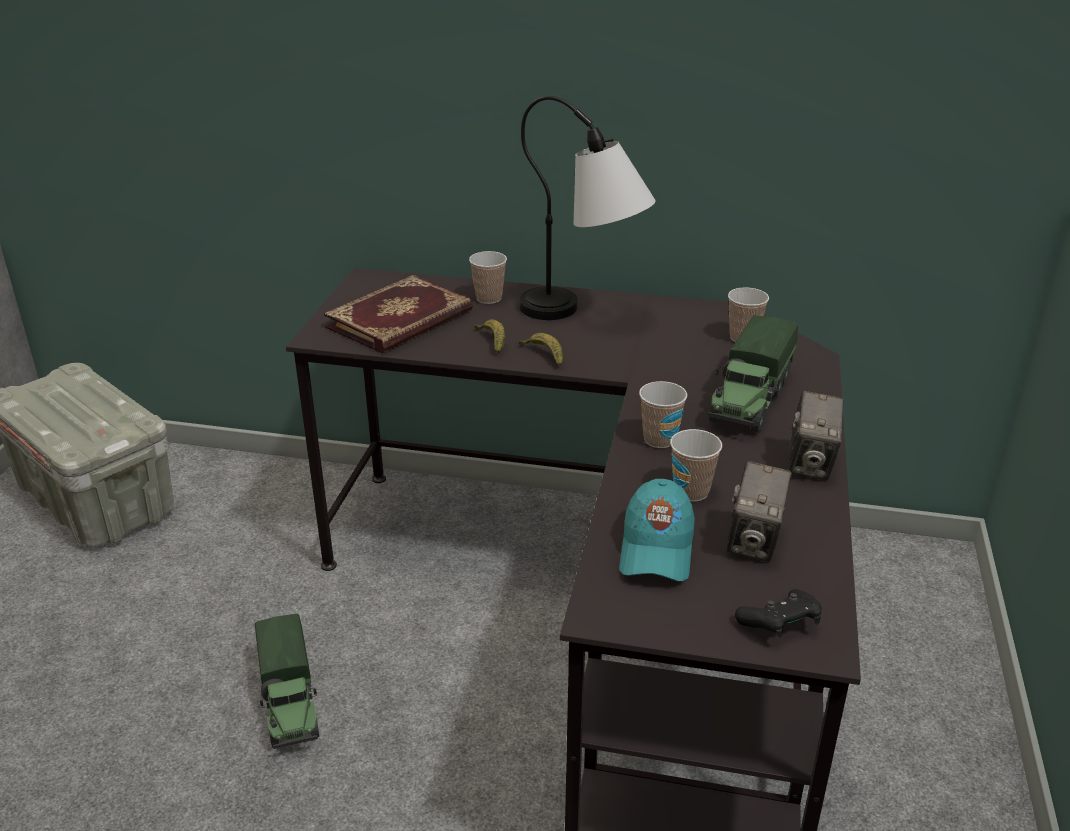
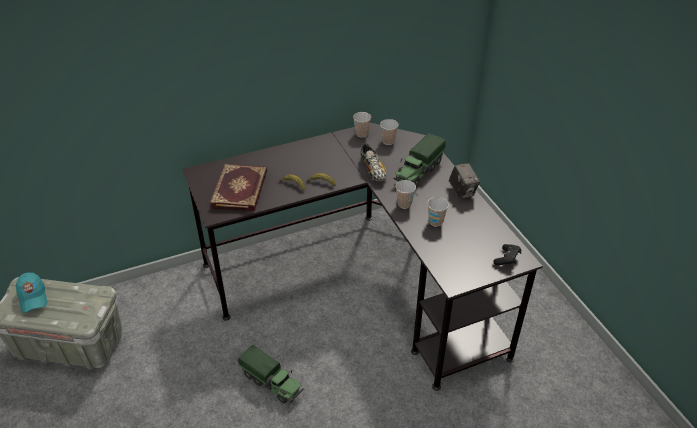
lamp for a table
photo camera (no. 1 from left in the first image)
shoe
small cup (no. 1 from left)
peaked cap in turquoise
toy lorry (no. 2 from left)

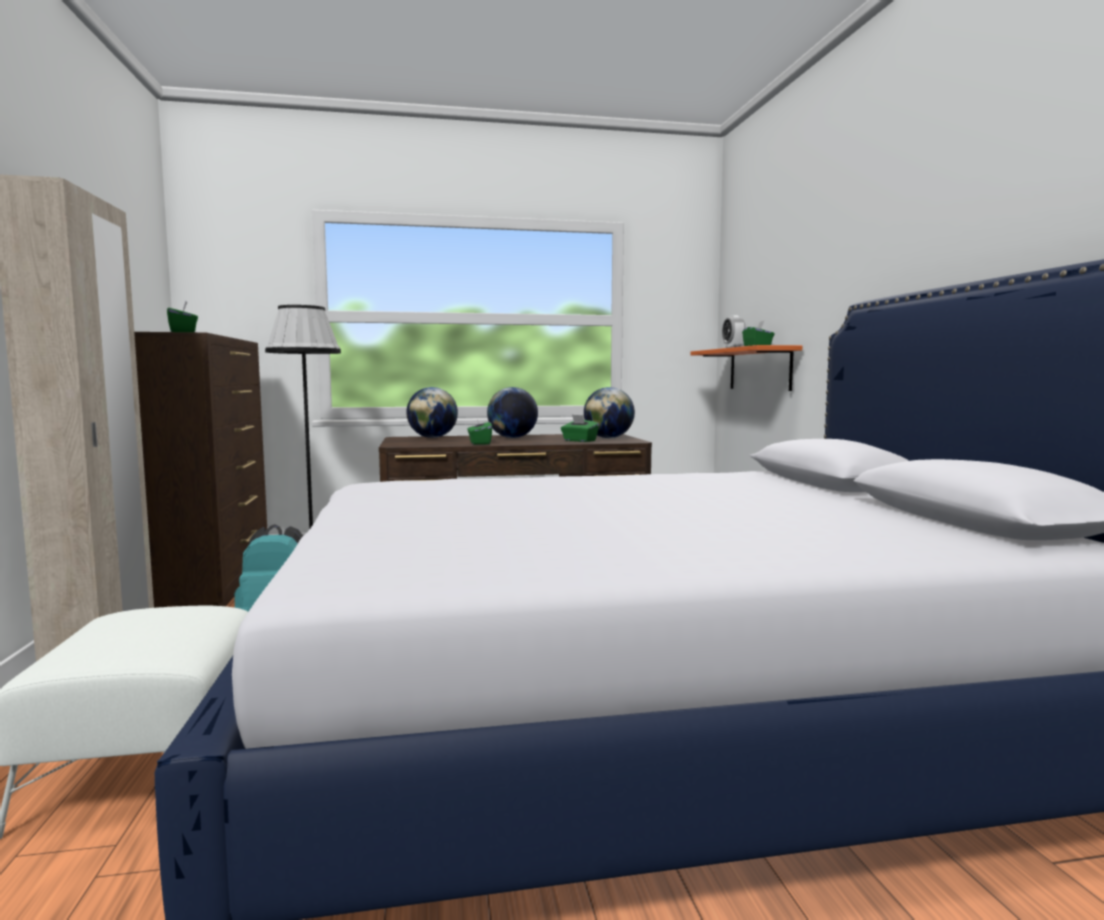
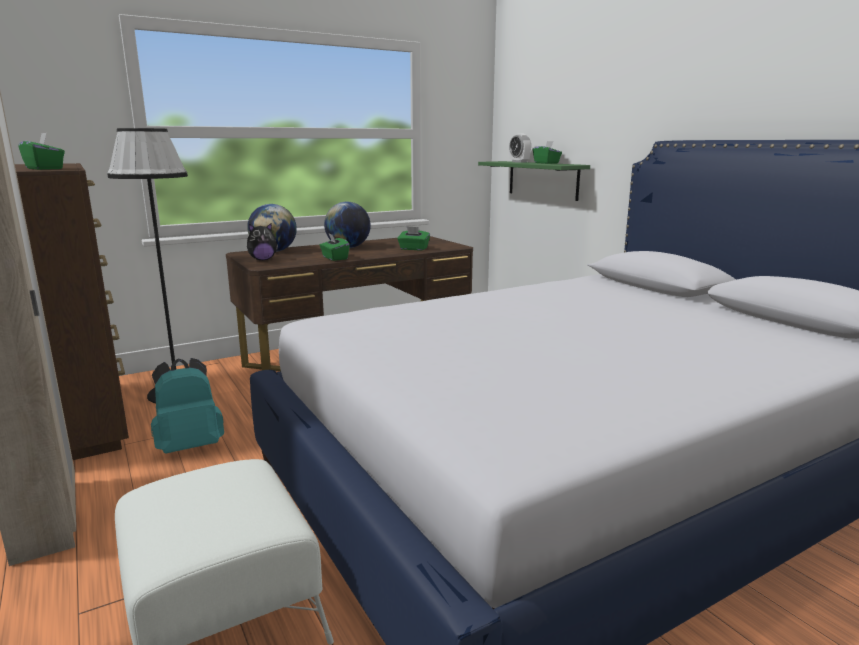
desk globe (no. 3 from left in the first image)
cuddly toy
wall shelf in greenish

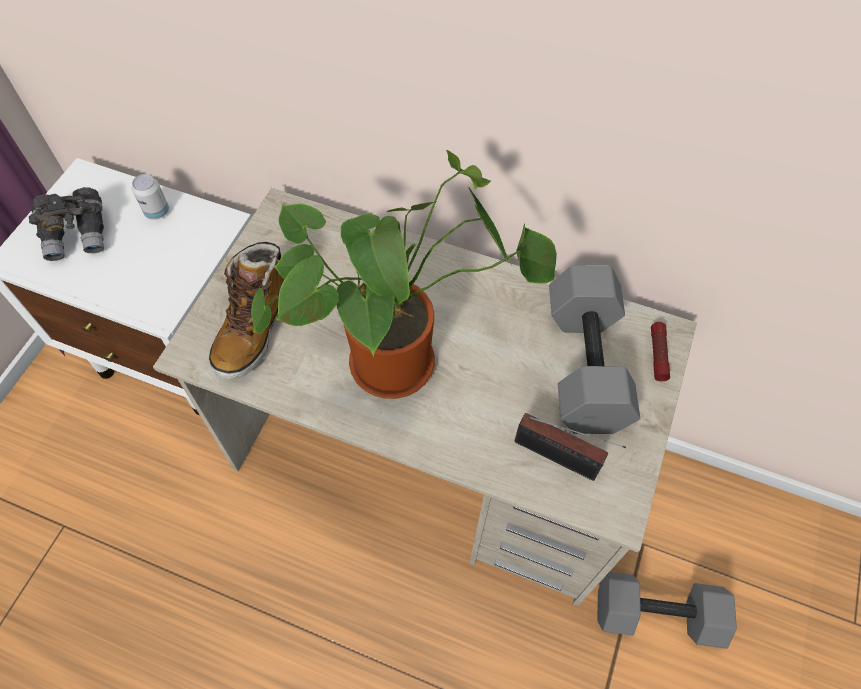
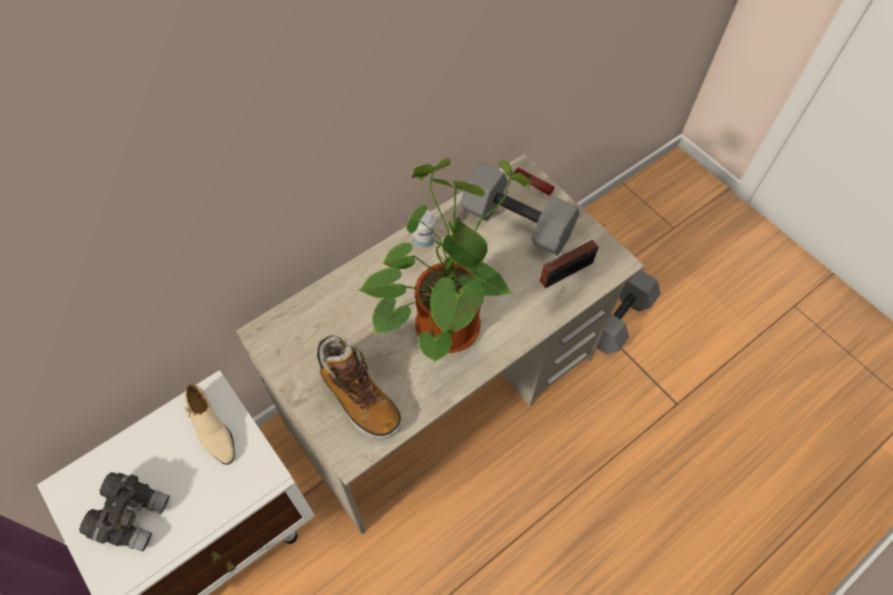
shoe in sand-coloured
can

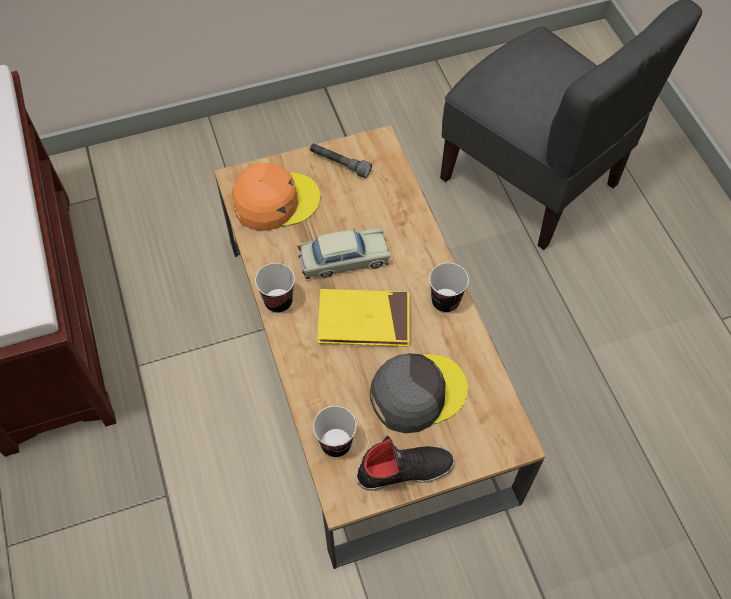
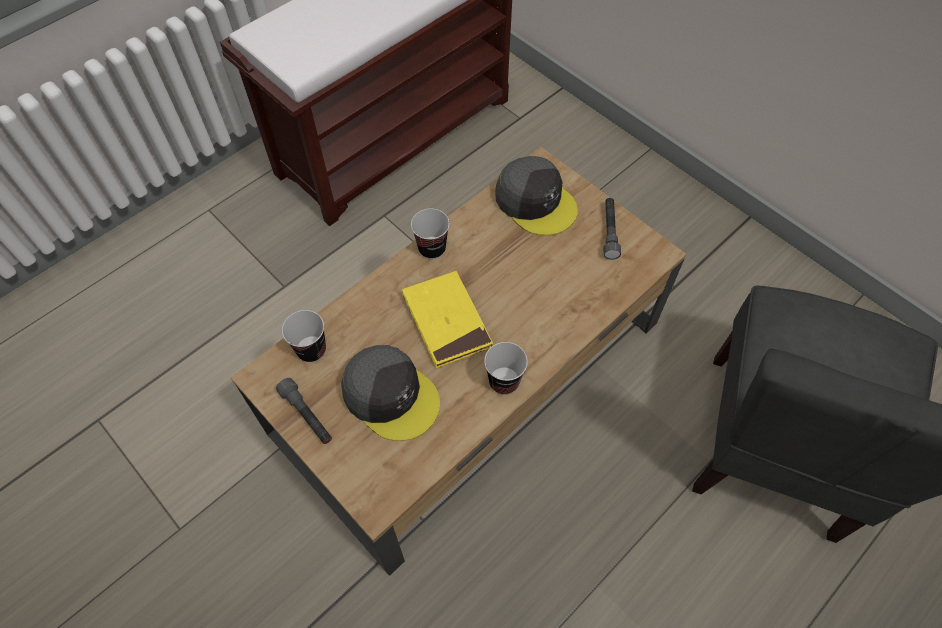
toy car in sand-coloured
flashlight in greyish (no. 1 from left)
peaked cap in greyish (no. 2 from left)

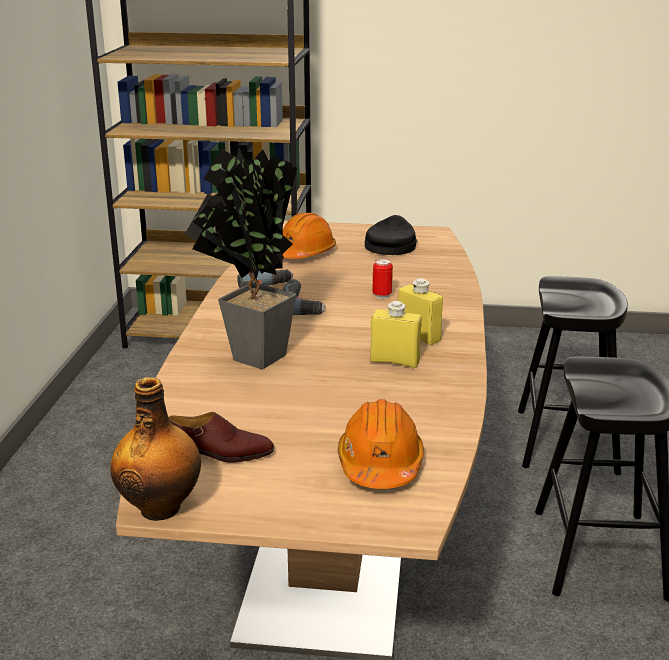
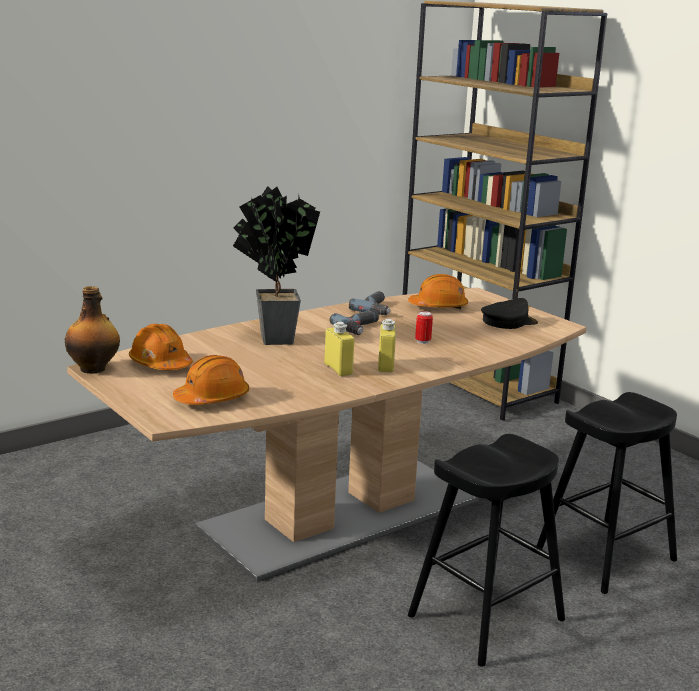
safety helmet in orangey (no. 1 from left)

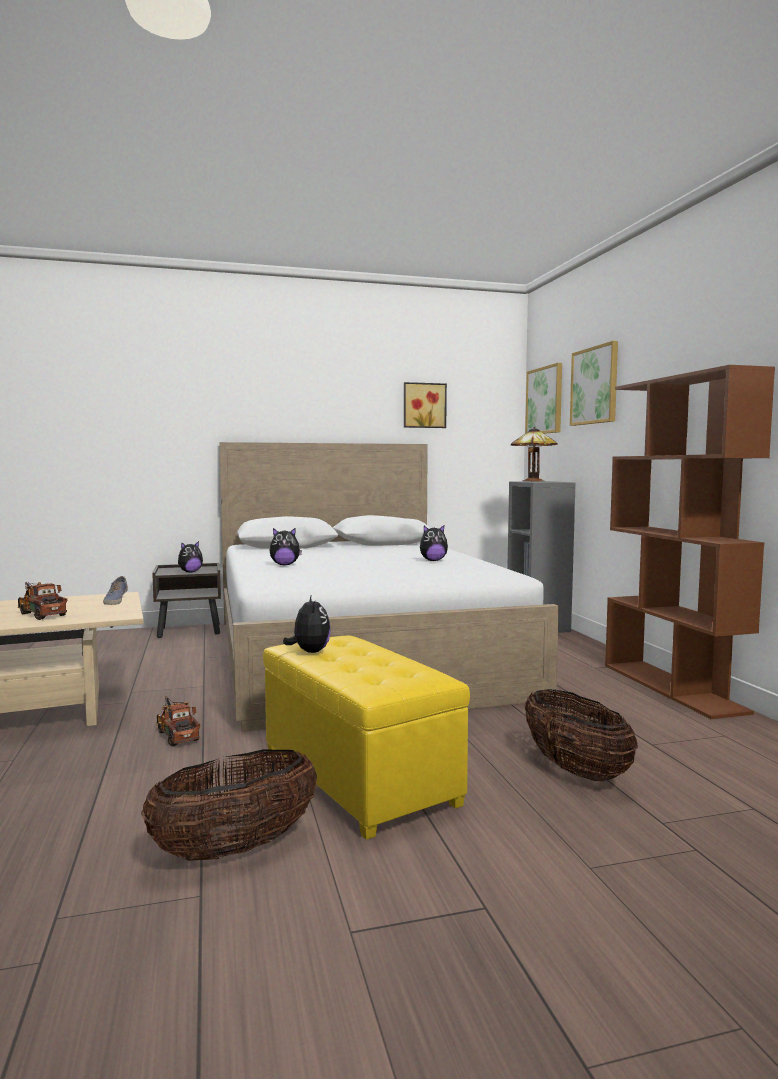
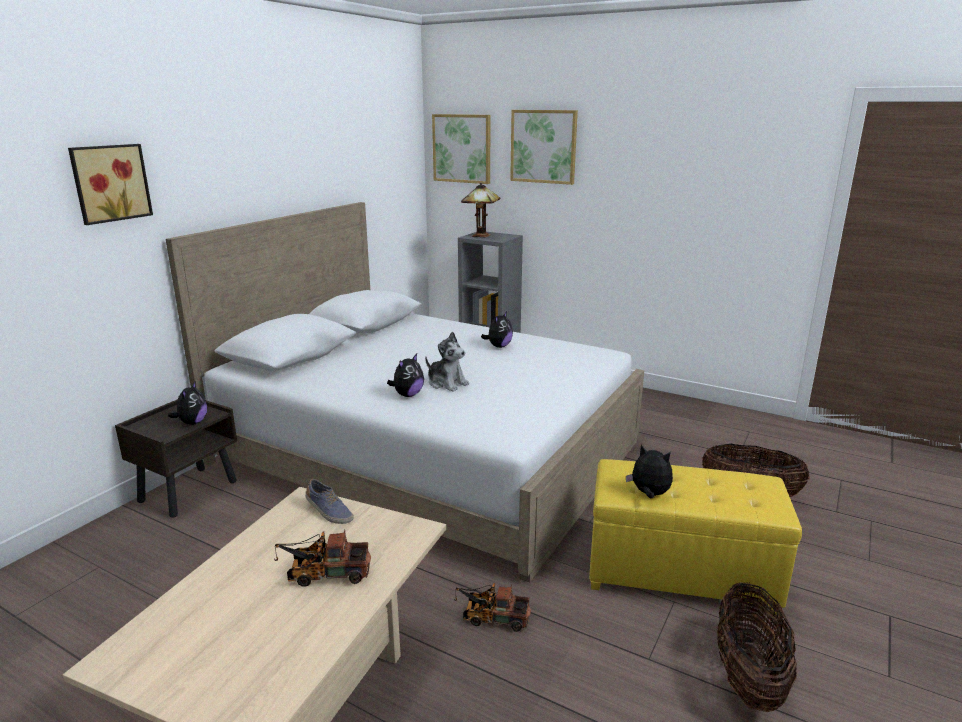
bookcase in brown
cuddly toy (no. 3 from left)
wall picture (no. 1 from left)

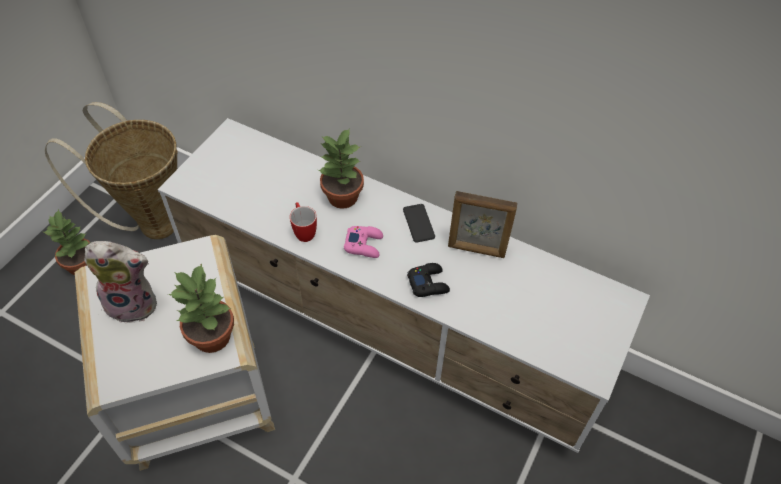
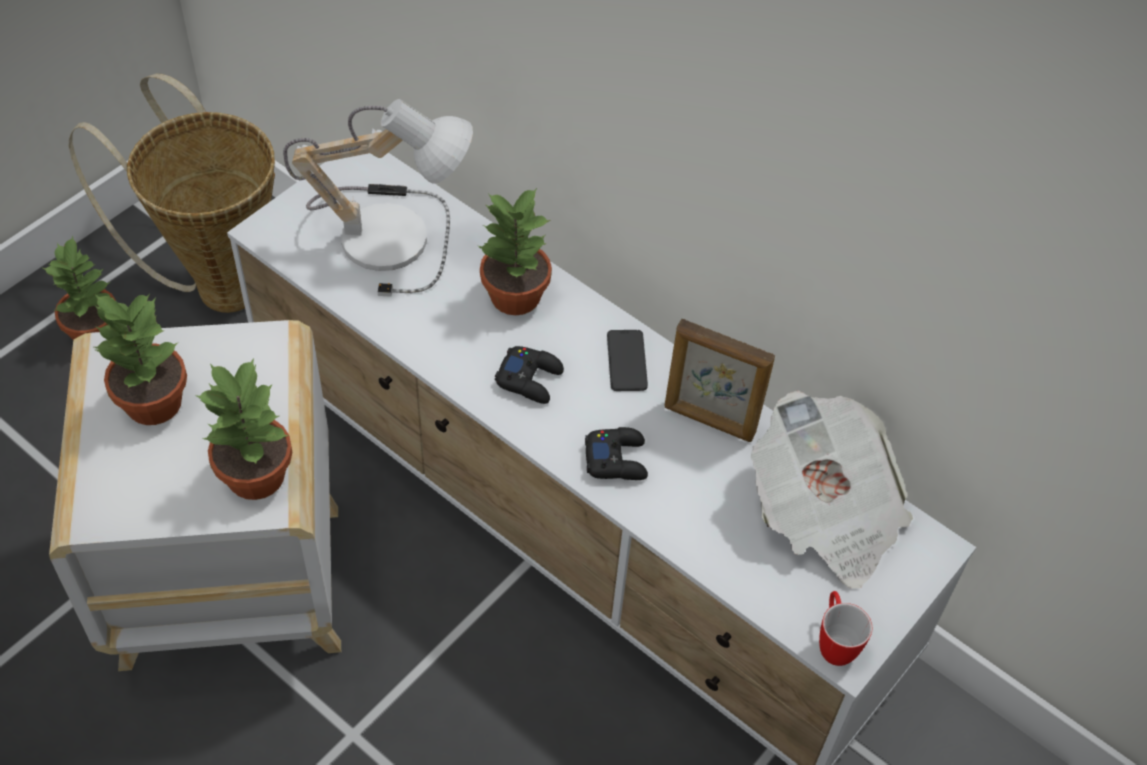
lamp for a table
printed paper
coffee mug
houseplant (no. 2 from left)
joypad in blackish (no. 1 from left)

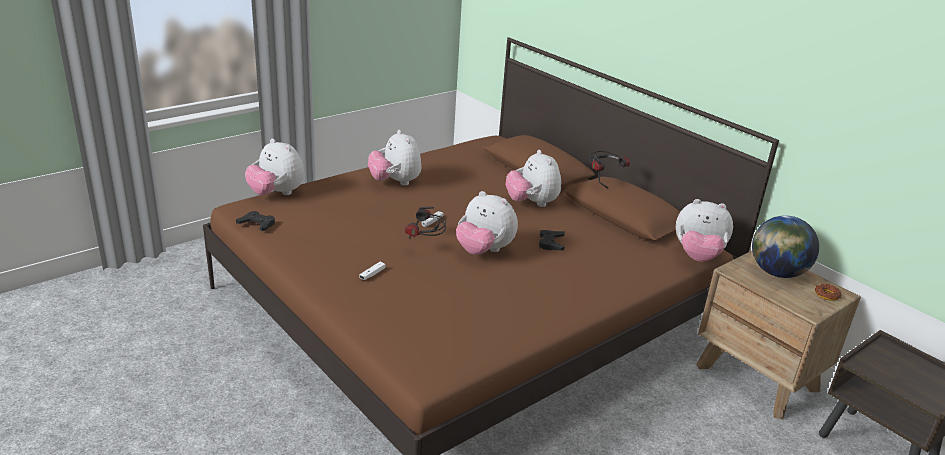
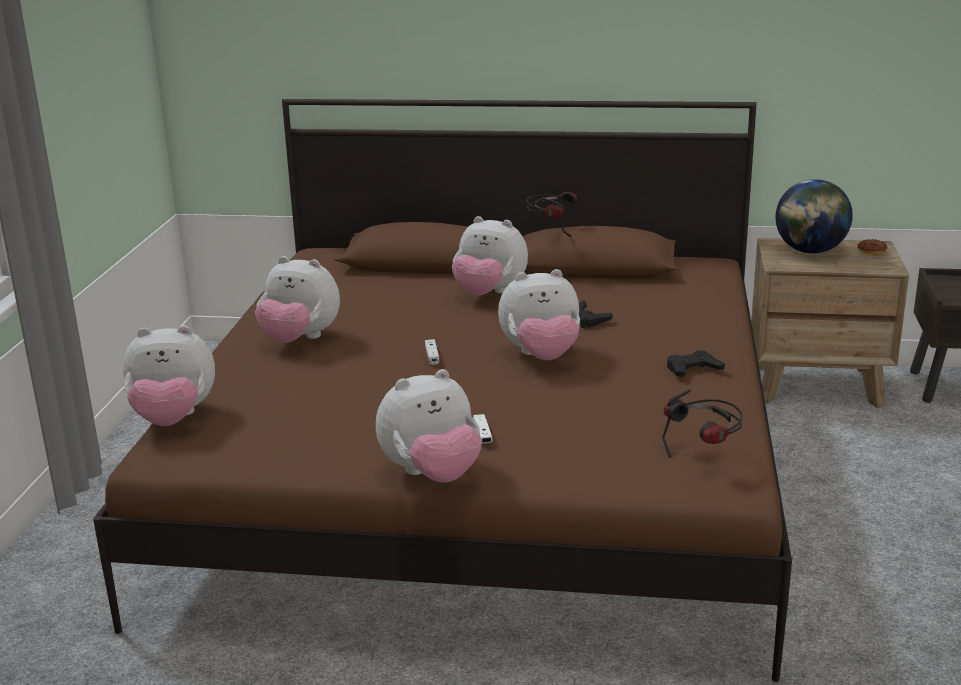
joypad in blackish (no. 2 from left)
headphones (no. 2 from left)
cuddly toy (no. 3 from left)

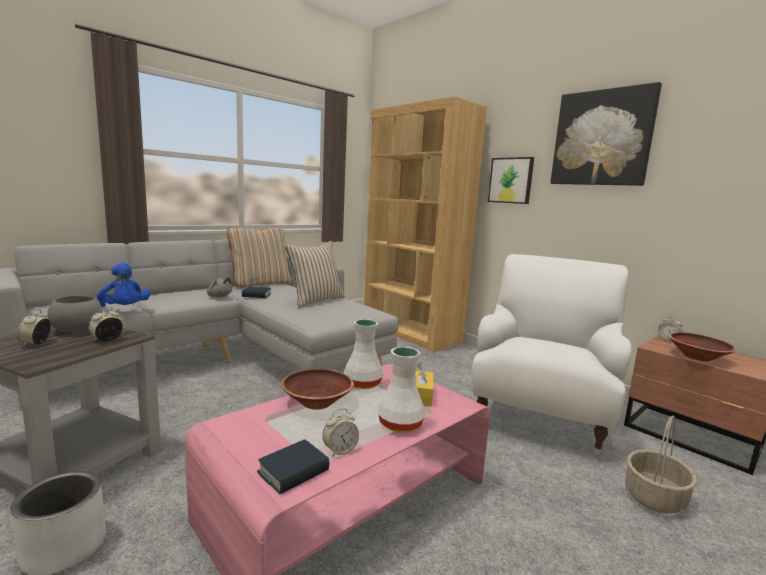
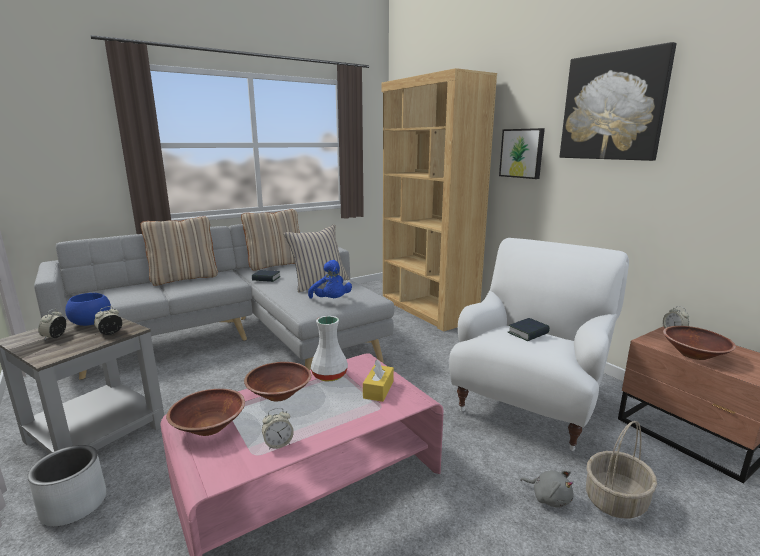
decorative vase in white (no. 2 from left in the first image)
throw pillow in sand-coloured (no. 1 from left)
deep dish in brown (no. 1 from left)
cuddly toy in blue-coloured
cuddly toy in greyish
volume (no. 2 from left)
deep dish in blue-coloured

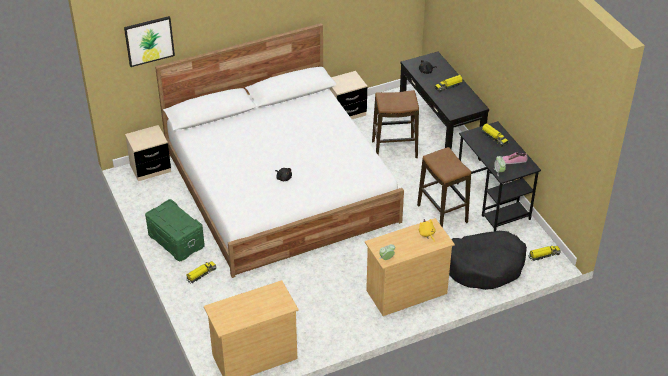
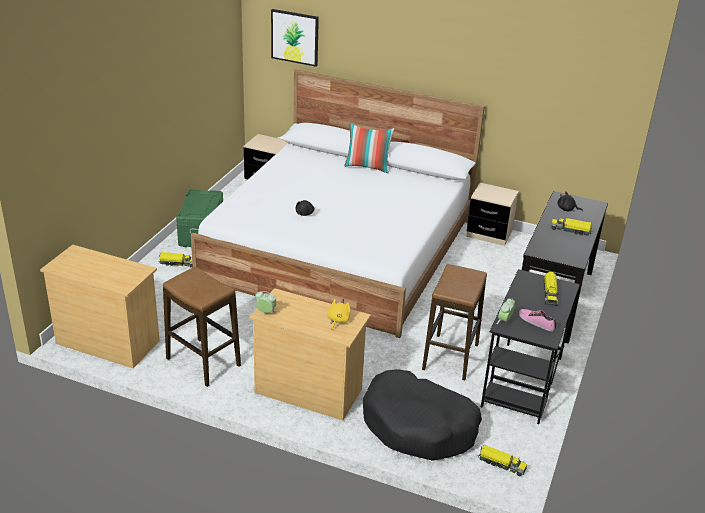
throw pillow
stool (no. 1 from left)

